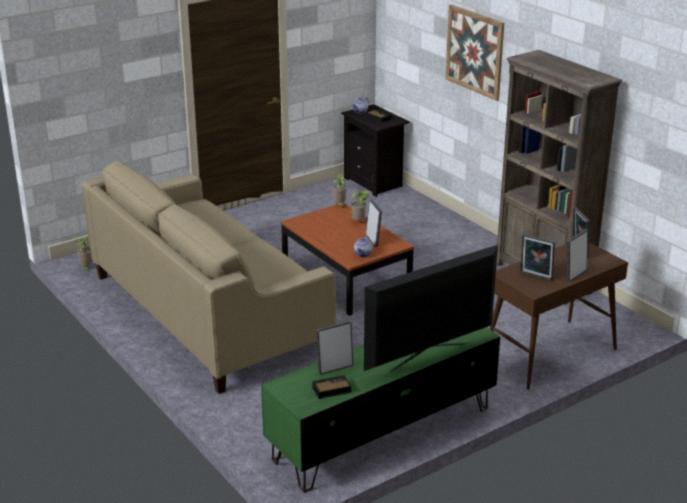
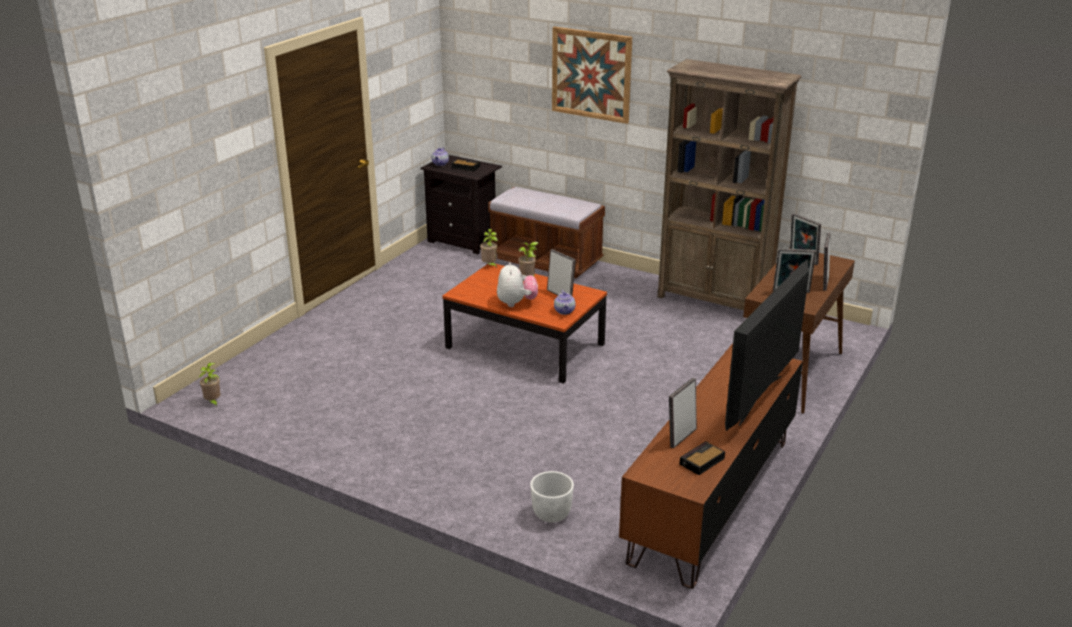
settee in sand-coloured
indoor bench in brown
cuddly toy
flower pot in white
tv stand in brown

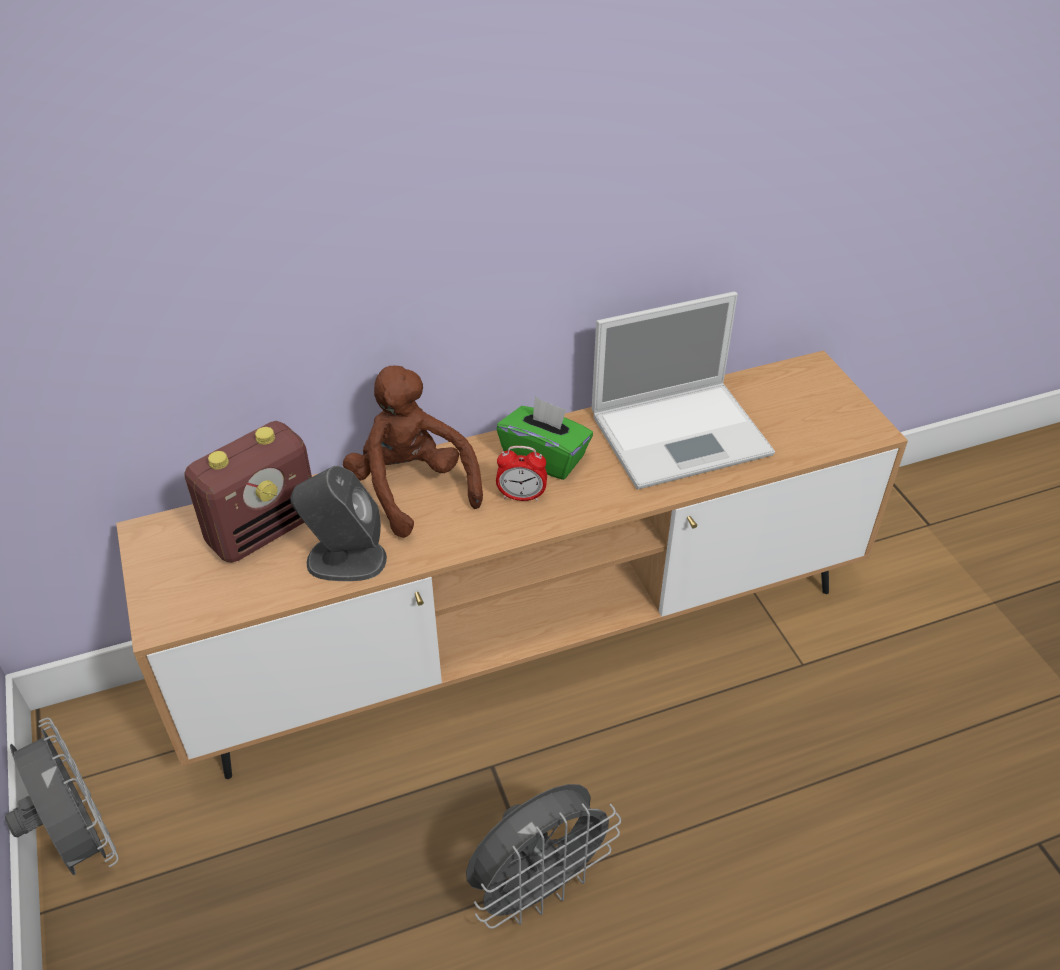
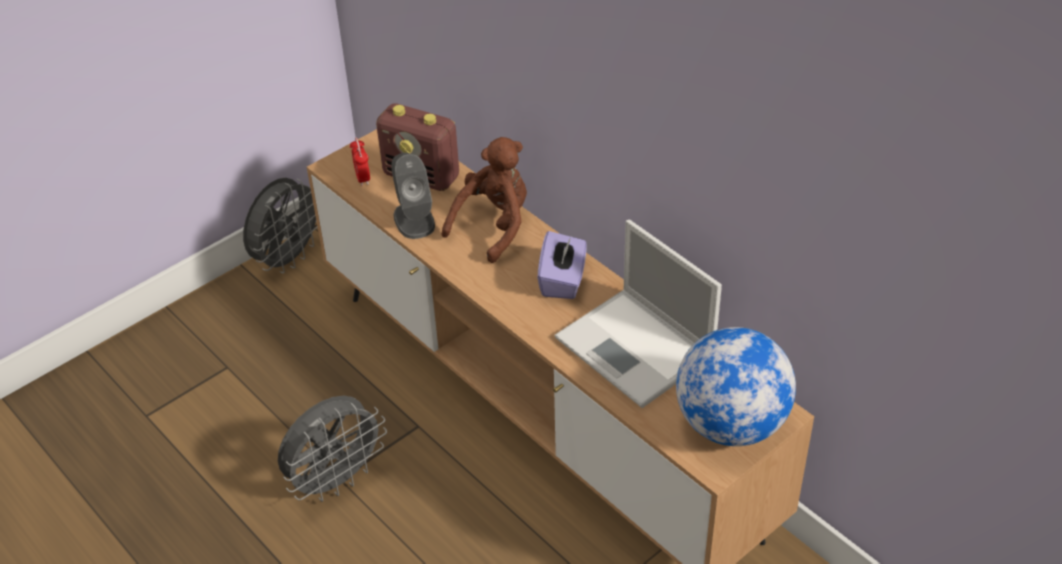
desk globe
bedside clock
tissue holder in purplish
cooling fan in greyish (no. 2 from left)

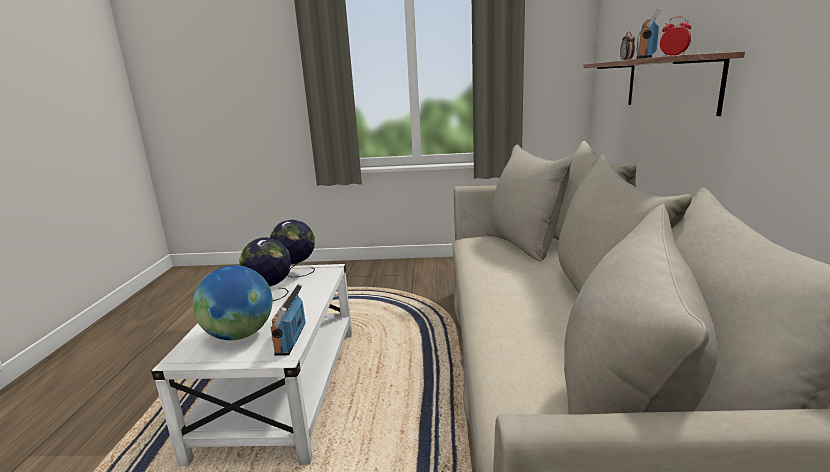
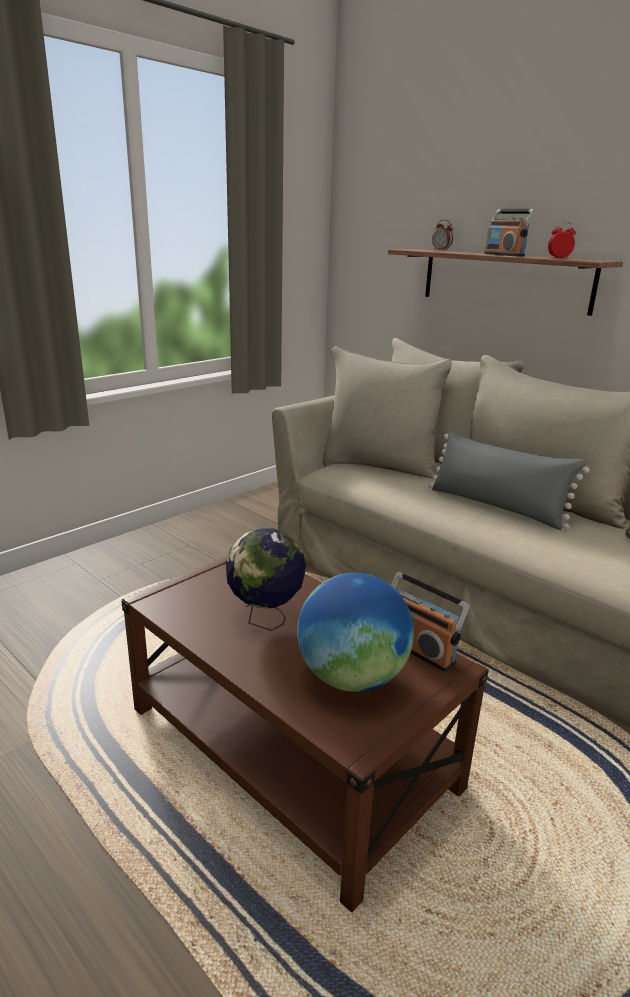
desk globe (no. 3 from left in the first image)
throw pillow in greyish
lounge table in brown

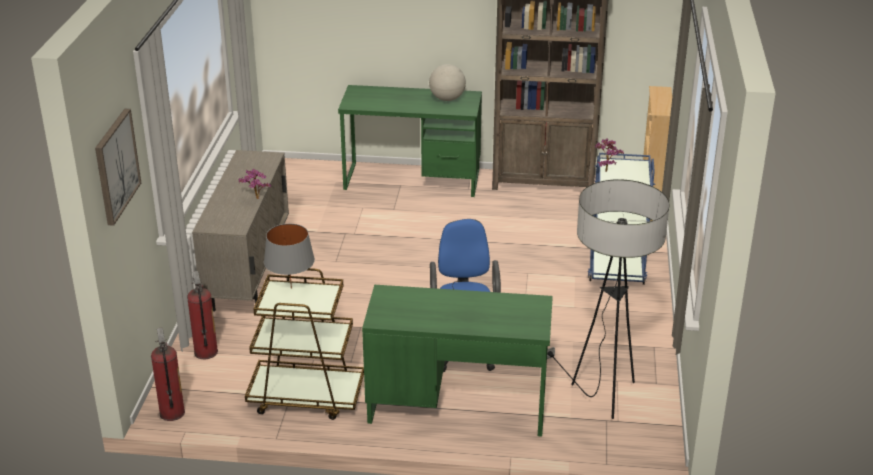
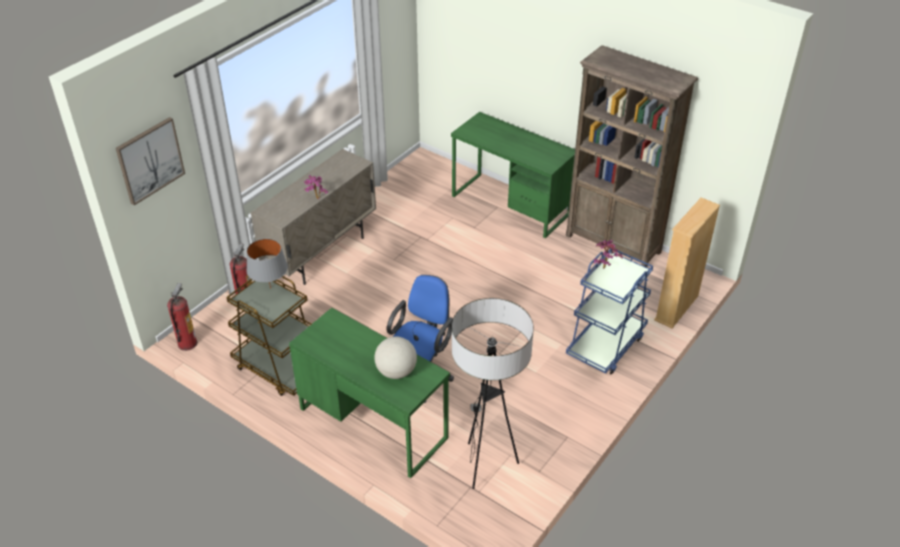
desk globe

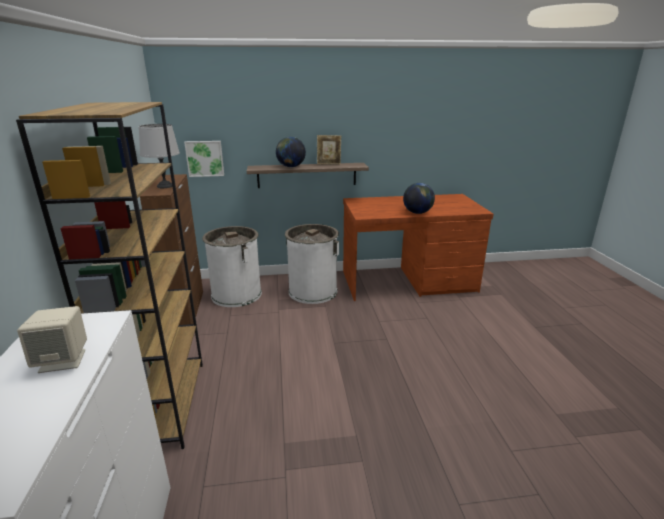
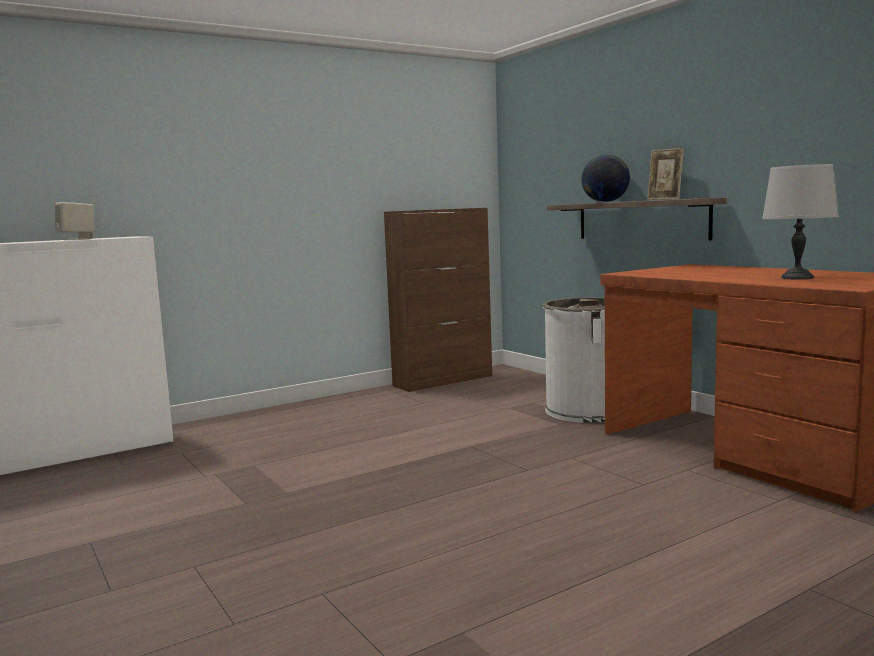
bookcase in brown
wall picture
rubbish bin in white (no. 1 from left in the first image)
desk globe (no. 2 from left in the first image)
lamp for a table in greyish

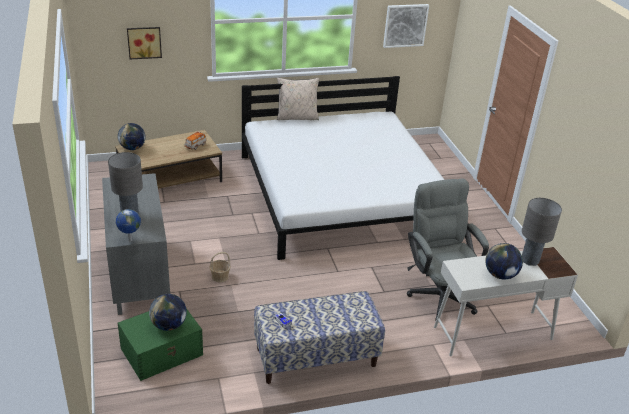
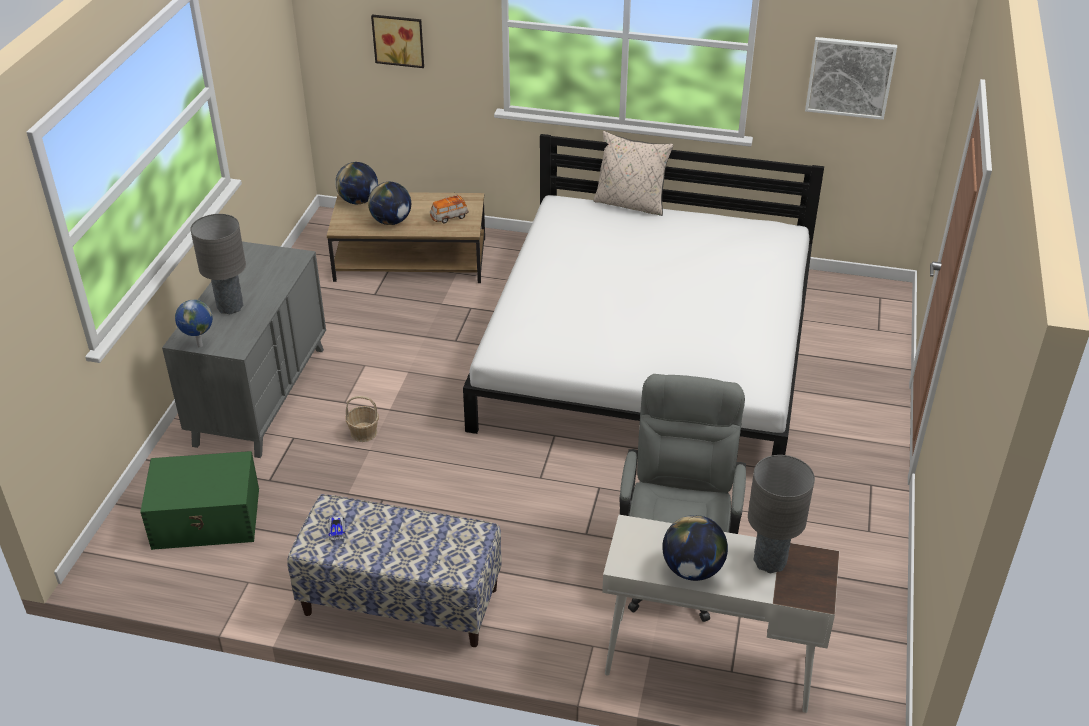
desk globe (no. 3 from left)

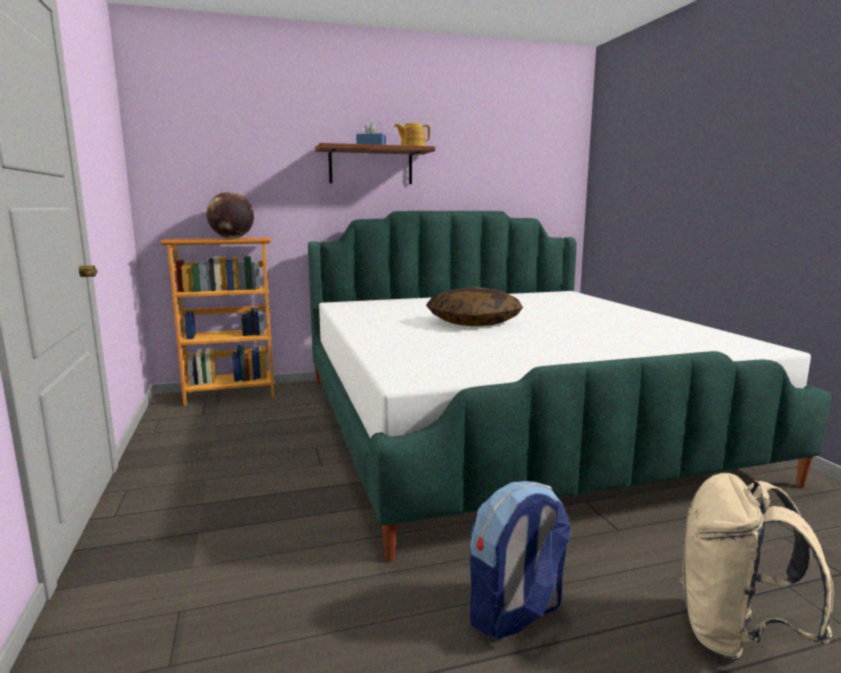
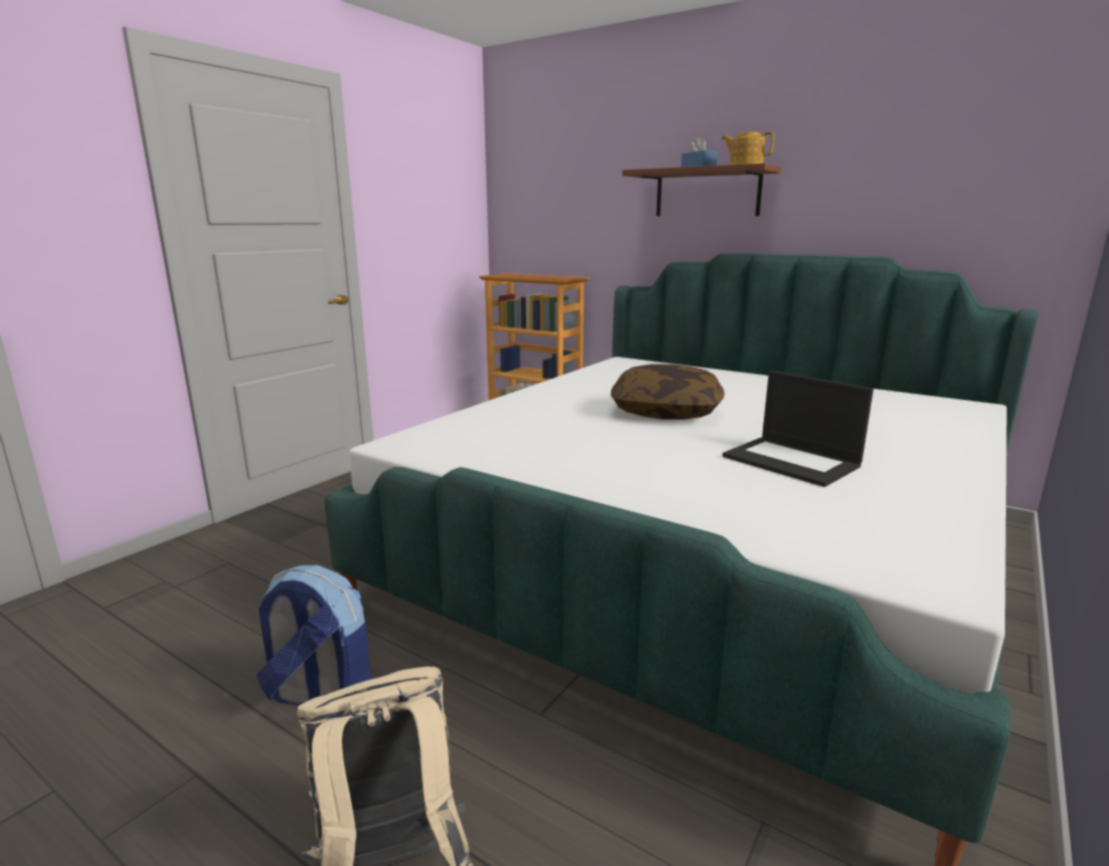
desk globe
laptop

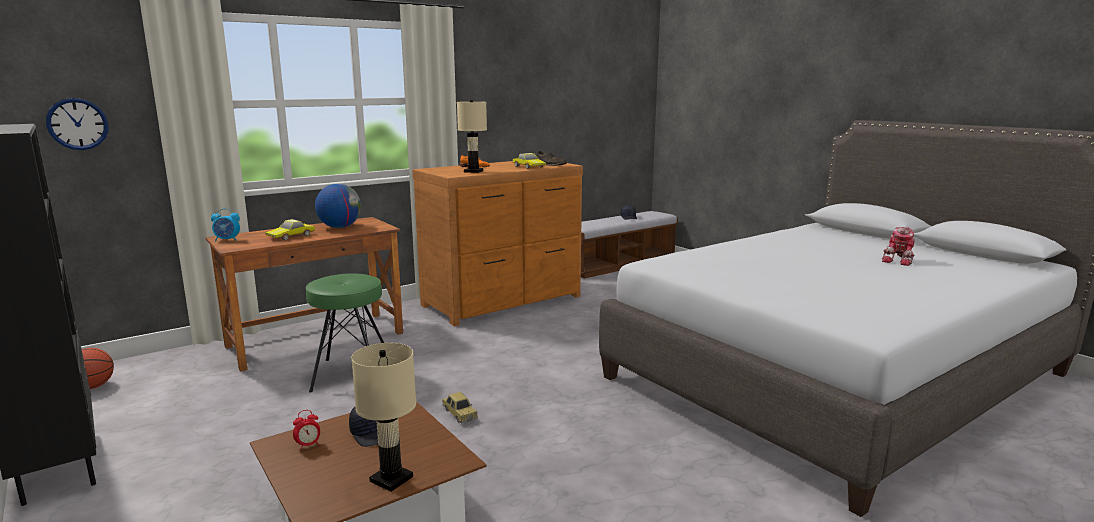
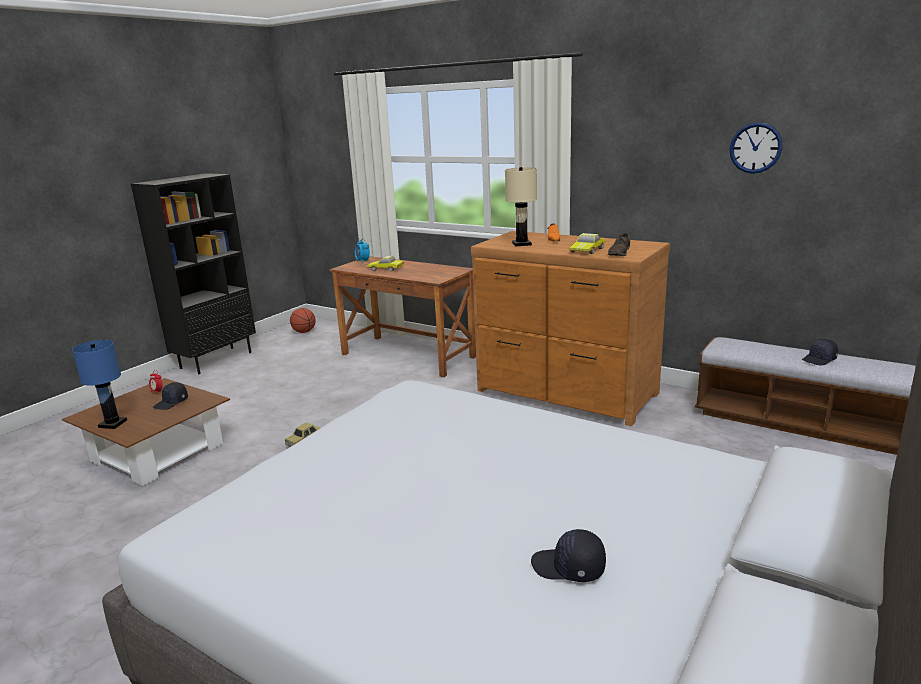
stool in greenish
desk globe
clock on the wall
peaked cap in blackish (no. 2 from left)
lamp for a table in blue-coloured

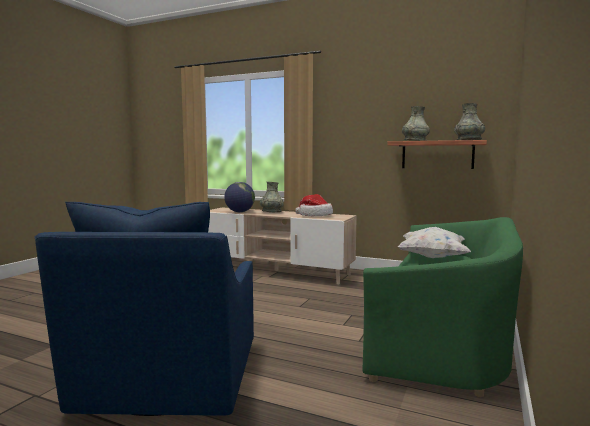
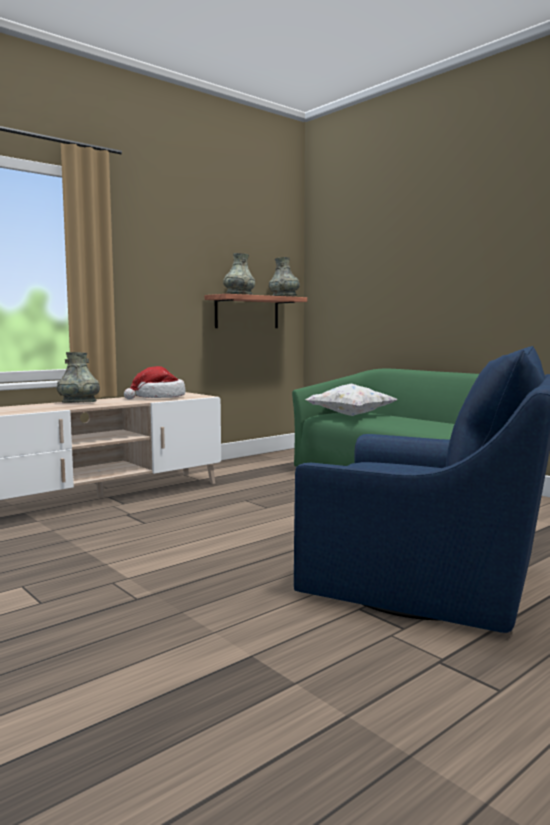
desk globe

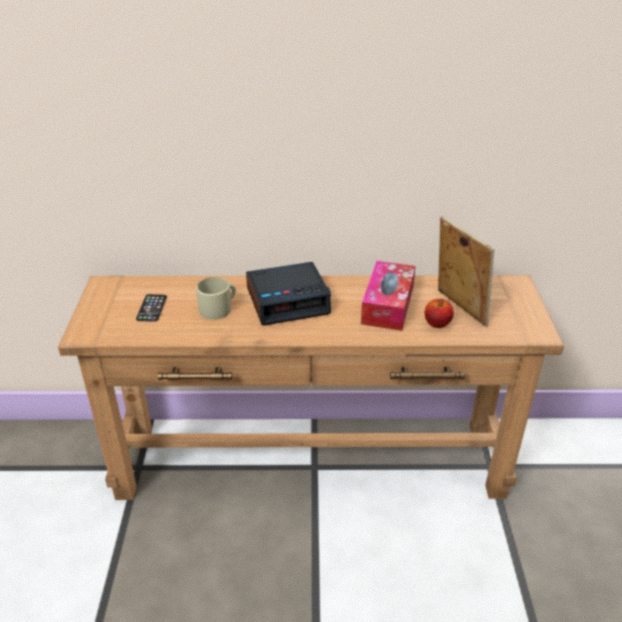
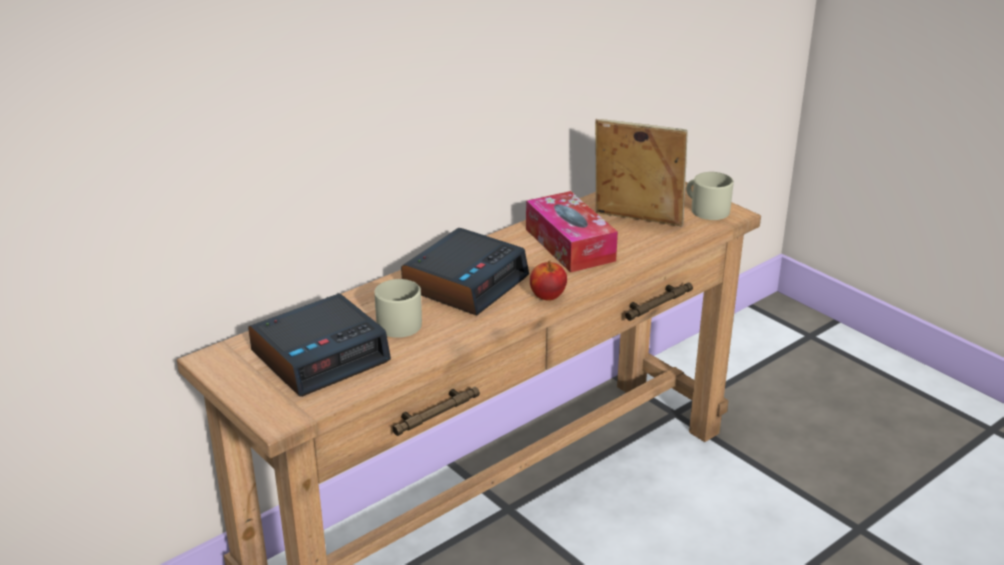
coffee mug in sand-coloured (no. 2 from left)
apple
bedside clock (no. 1 from left)

